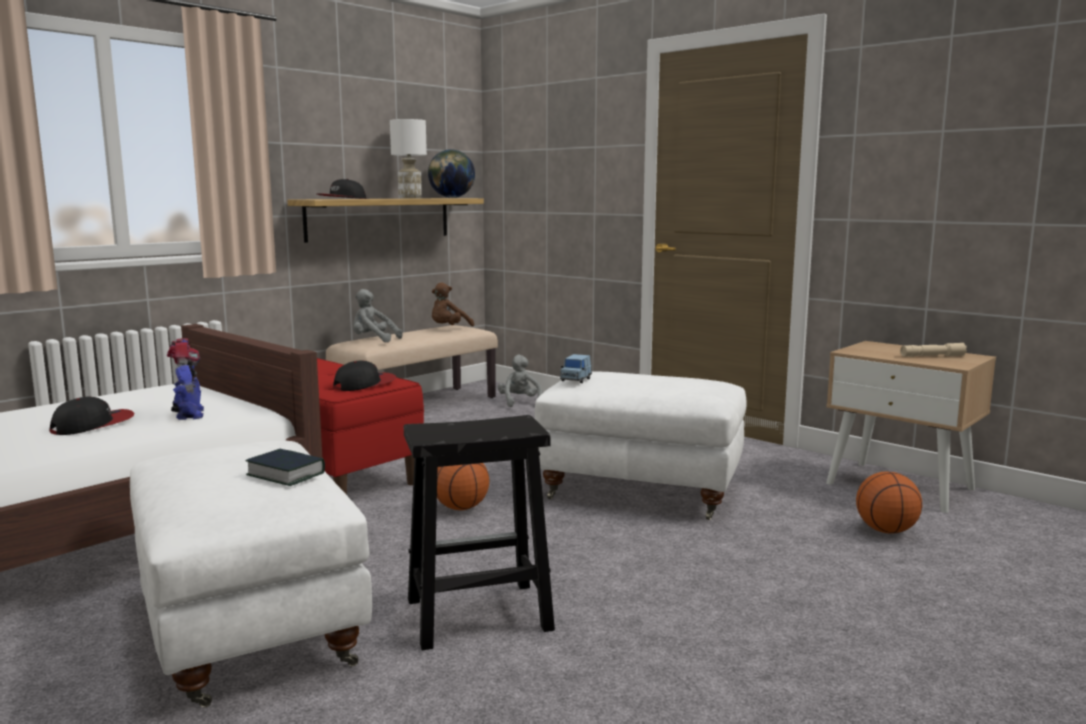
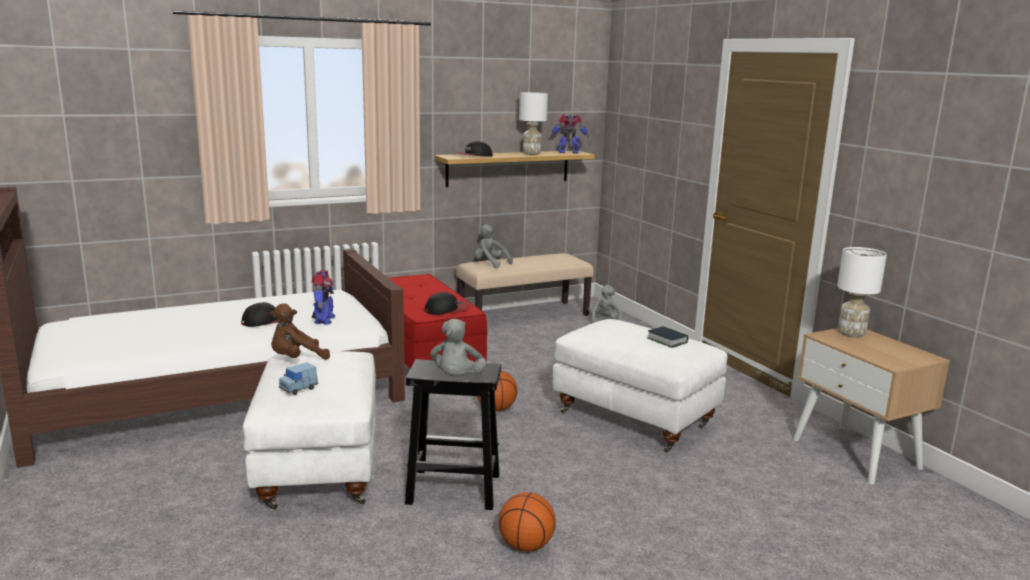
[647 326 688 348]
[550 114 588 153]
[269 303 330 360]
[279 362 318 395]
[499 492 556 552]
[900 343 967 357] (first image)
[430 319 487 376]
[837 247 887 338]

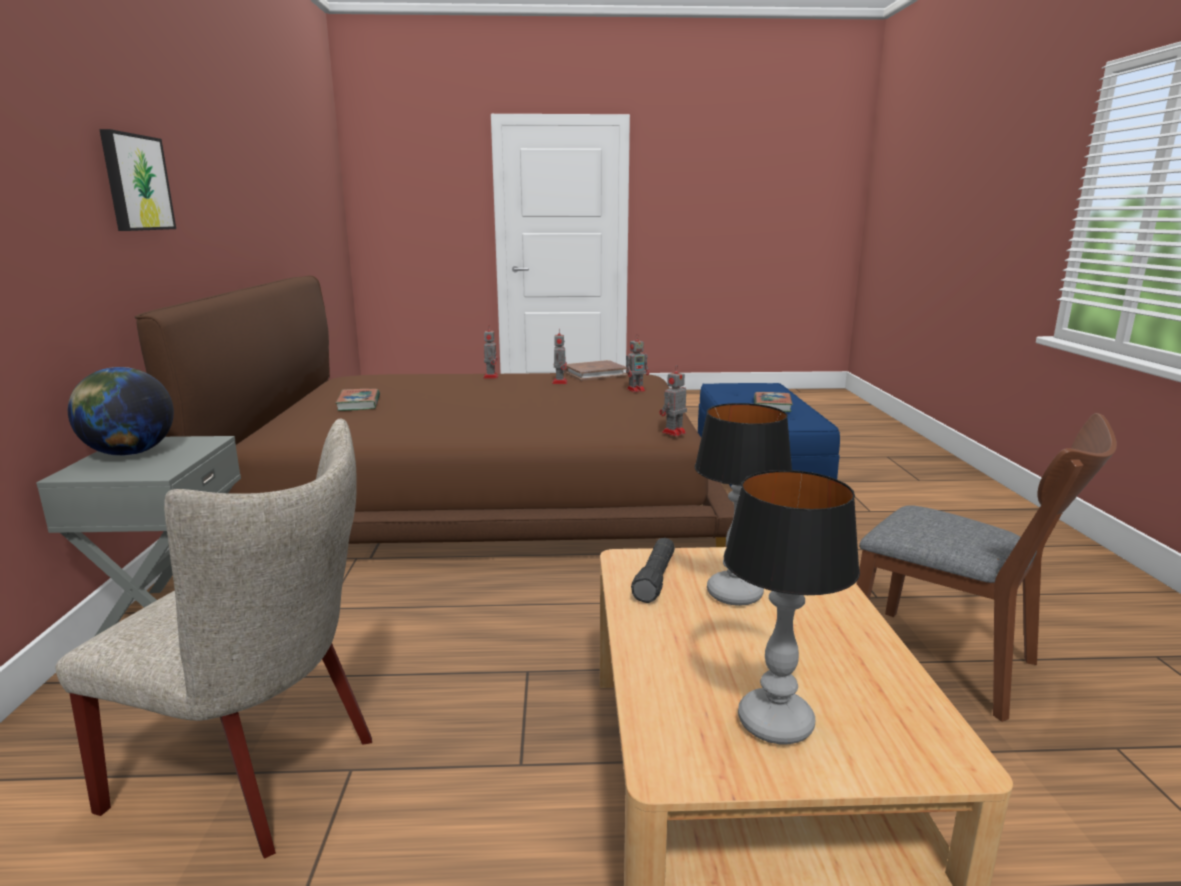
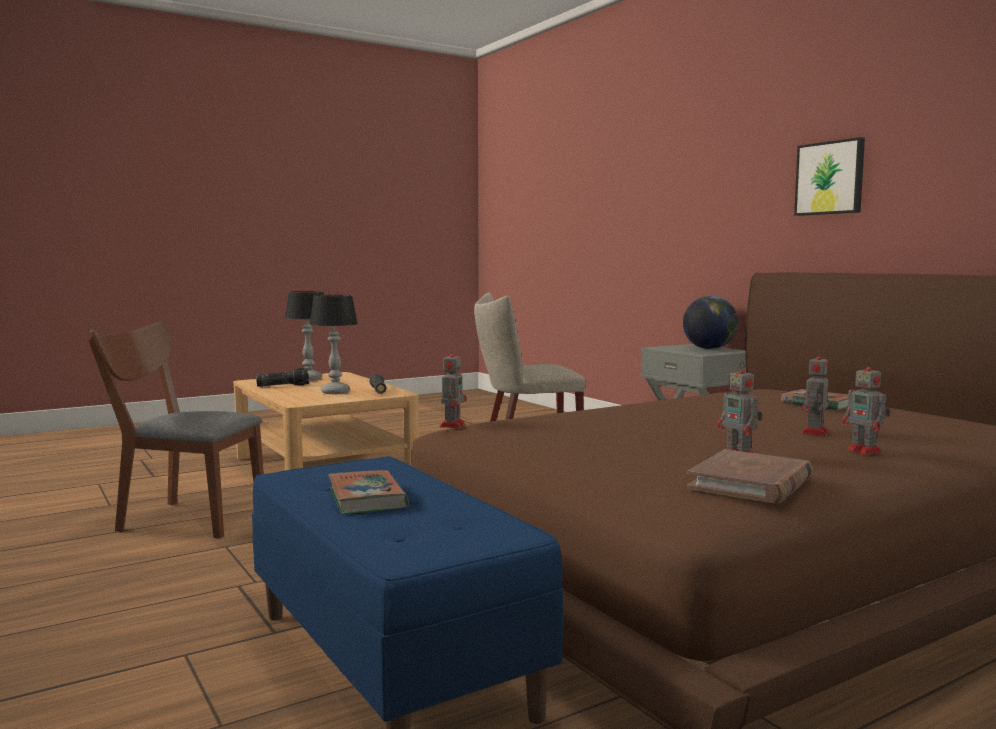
[801 349 829 436]
[256 368 309 387]

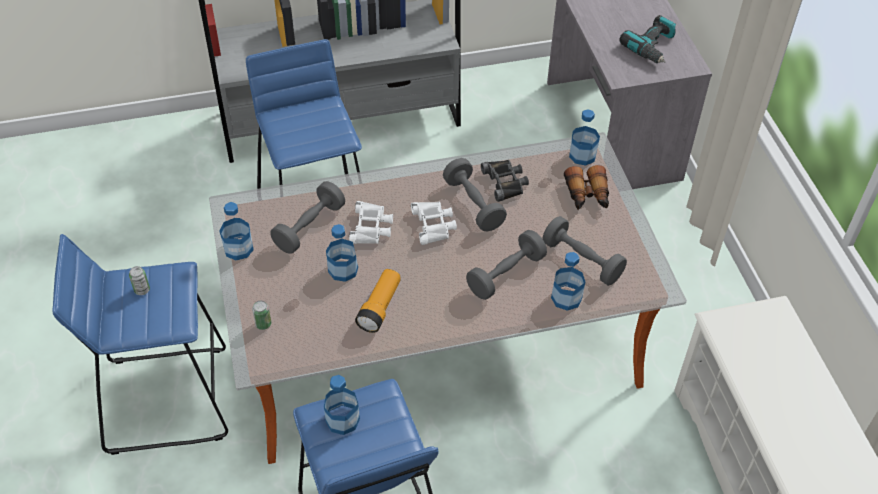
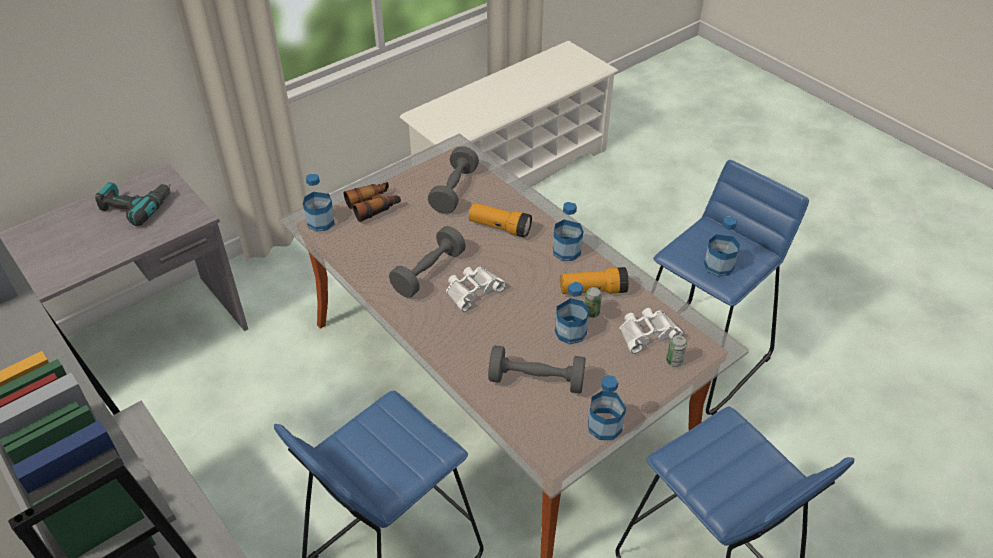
[585 287 602 318]
[619 308 683 353]
[469 203 532 238]
[481 160 529 202] (first image)
[553 202 583 261]

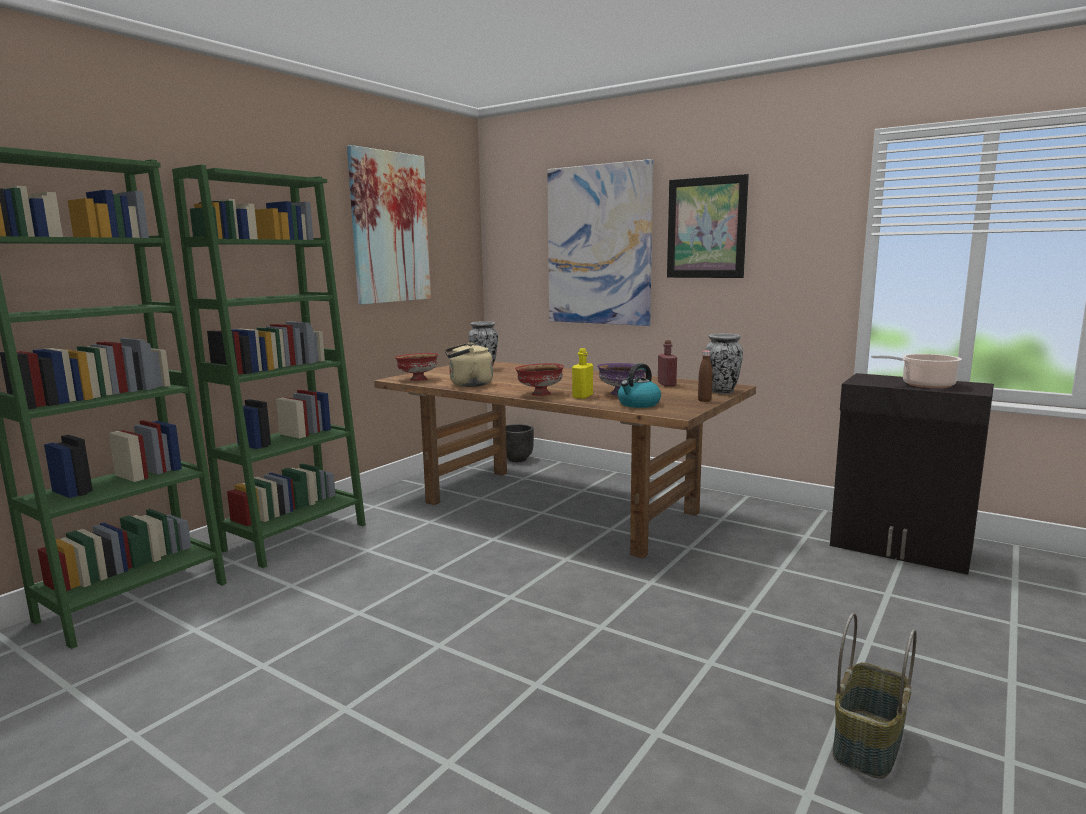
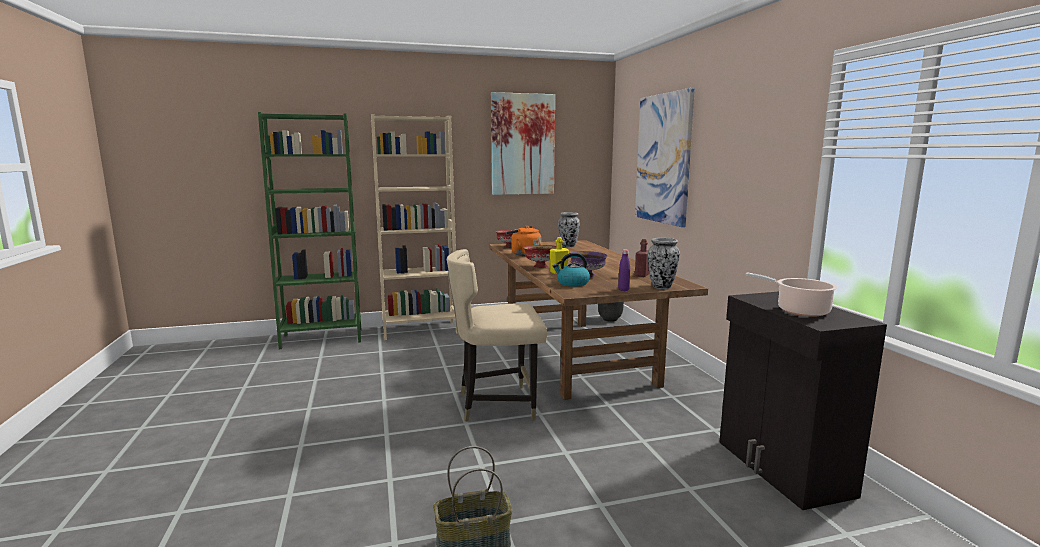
[371 114 458 340]
[506 226 541 256]
[667 174 749 278] (first image)
[618 249 630 291]
[447 249 547 422]

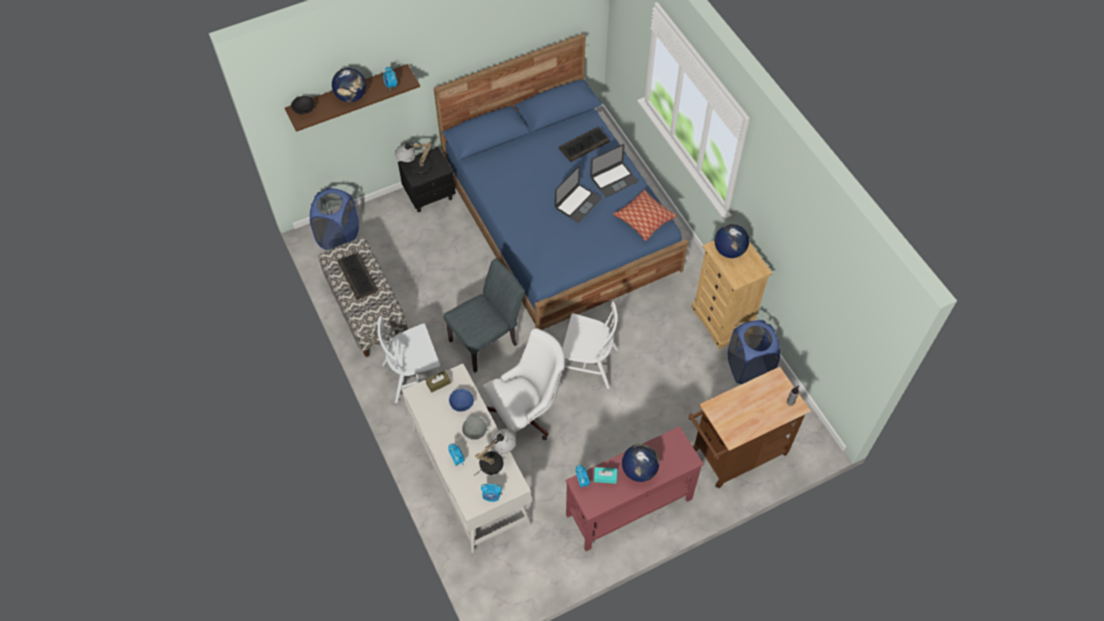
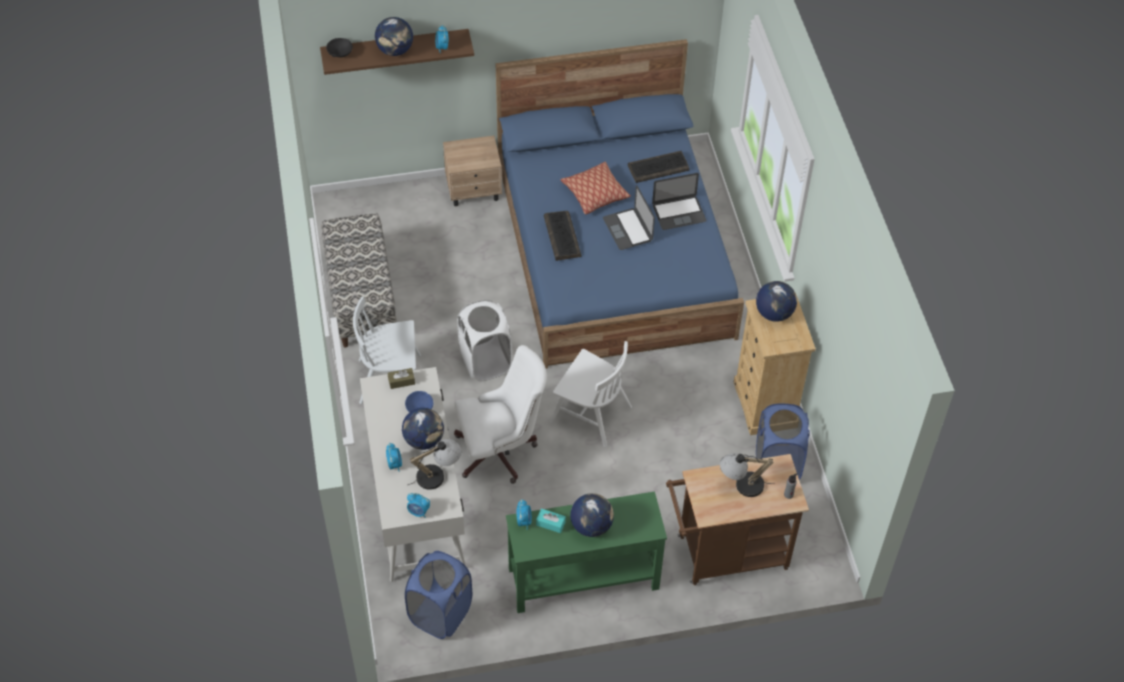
[405 551 472 639]
[544 211 582 261]
[720 453 775 497]
[443 136 502 206]
[457 299 512 381]
[402 408 444 450]
[603 185 655 250]
[506 491 667 613]
[560 162 631 214]

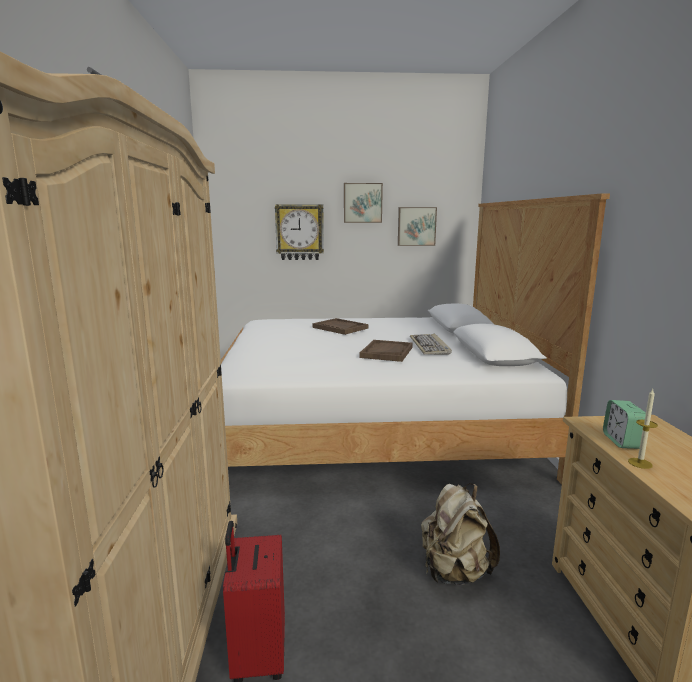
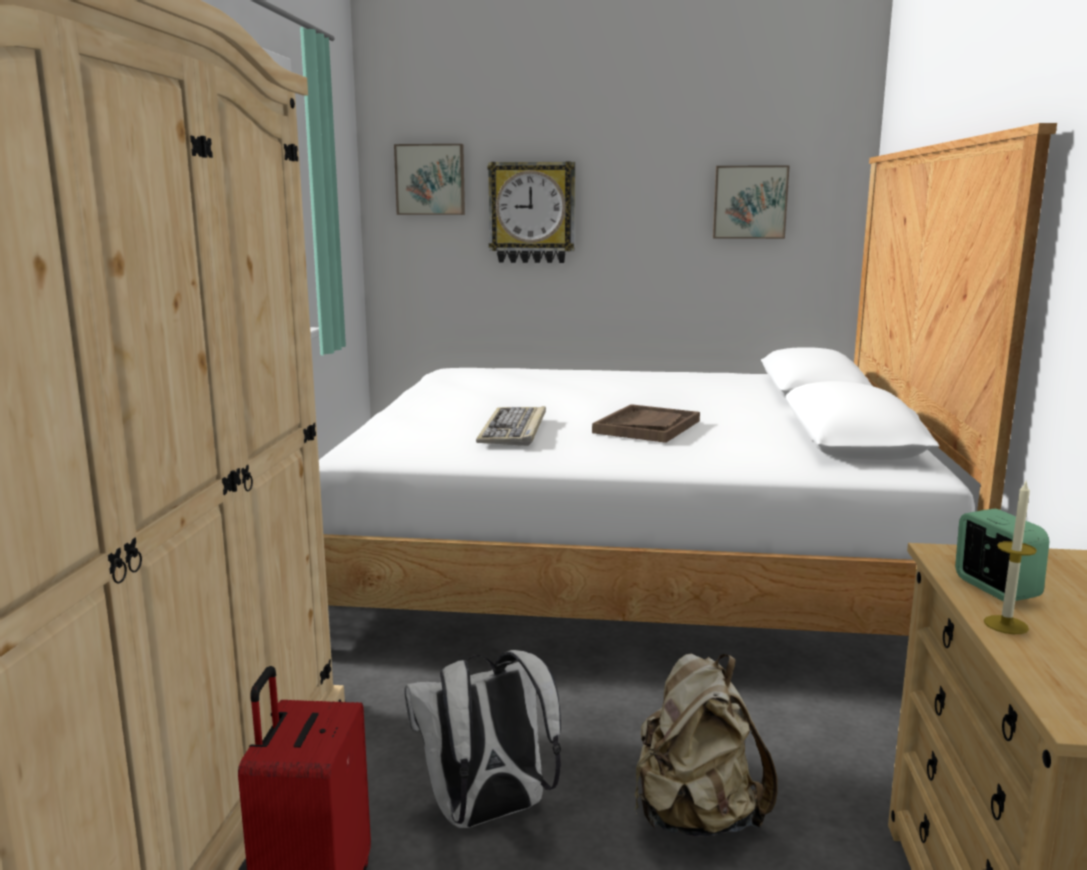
[312 318 368 335] (first image)
[394 144 465 215]
[476 406 546 446]
[955 509 1049 601]
[404 650 561 828]

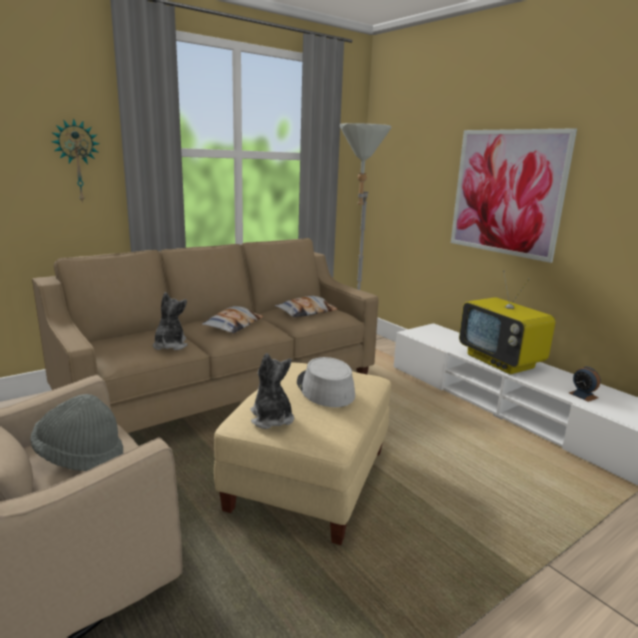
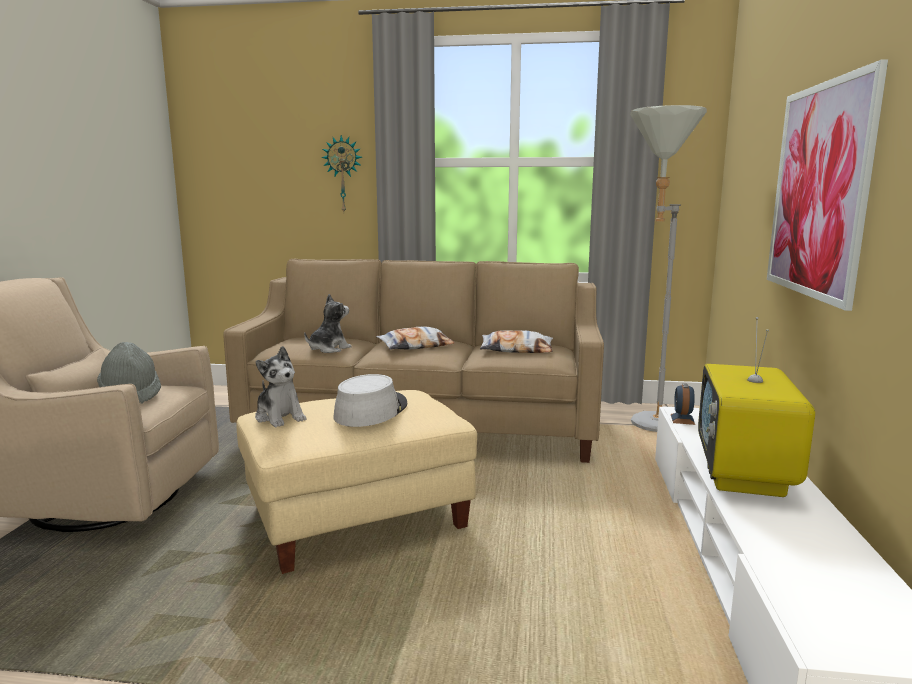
[255 346 307 427]
[671 383 695 425]

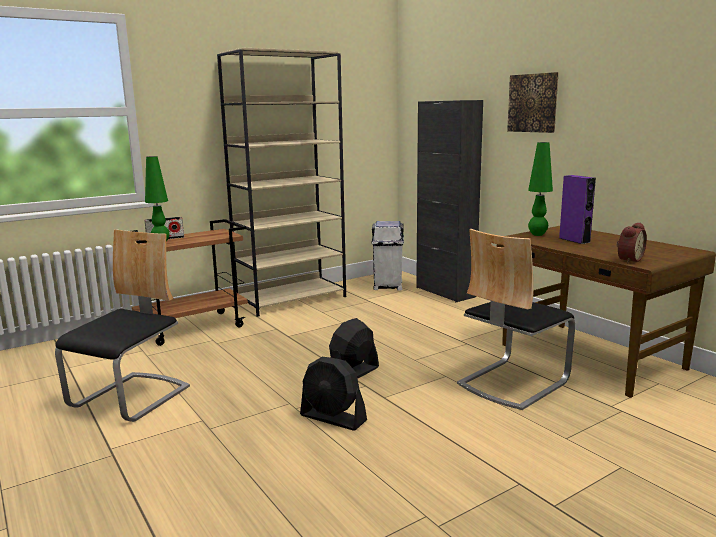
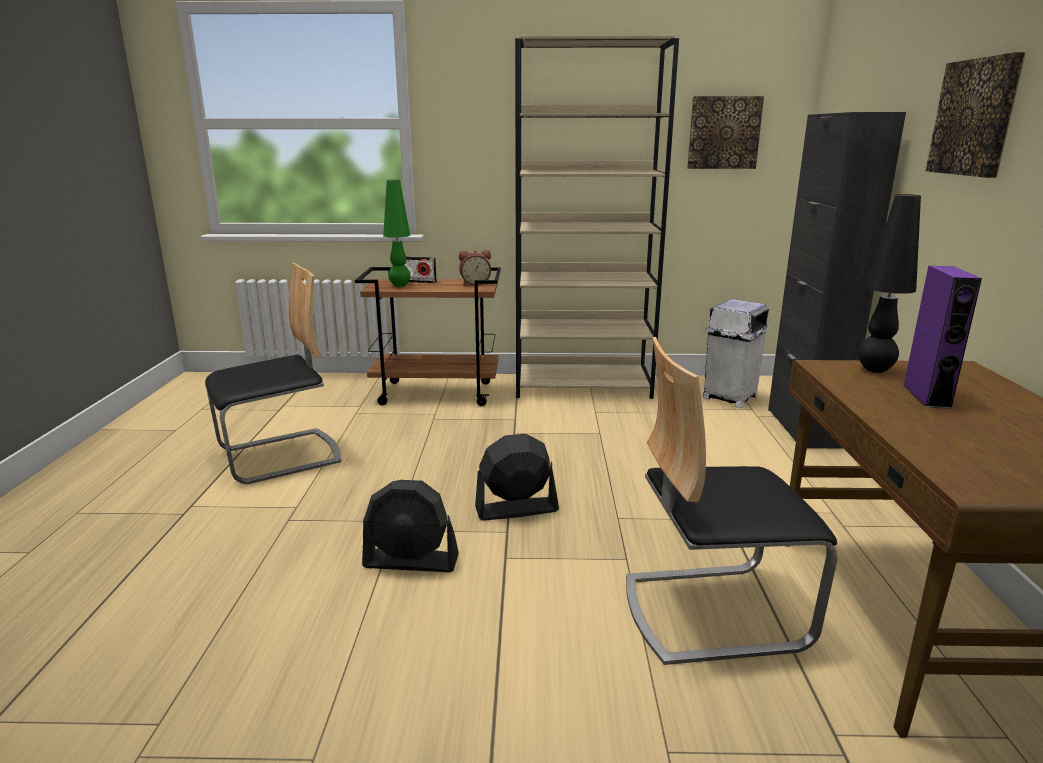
[362 480 459 572]
[858 194 921 373]
[459 250 491 286]
[687 96 764 169]

